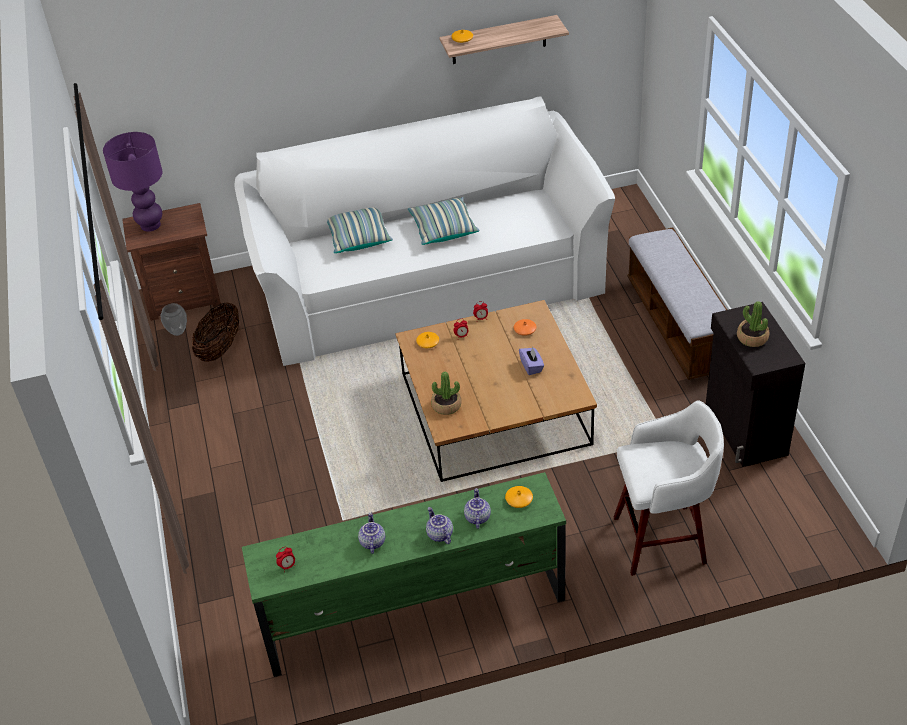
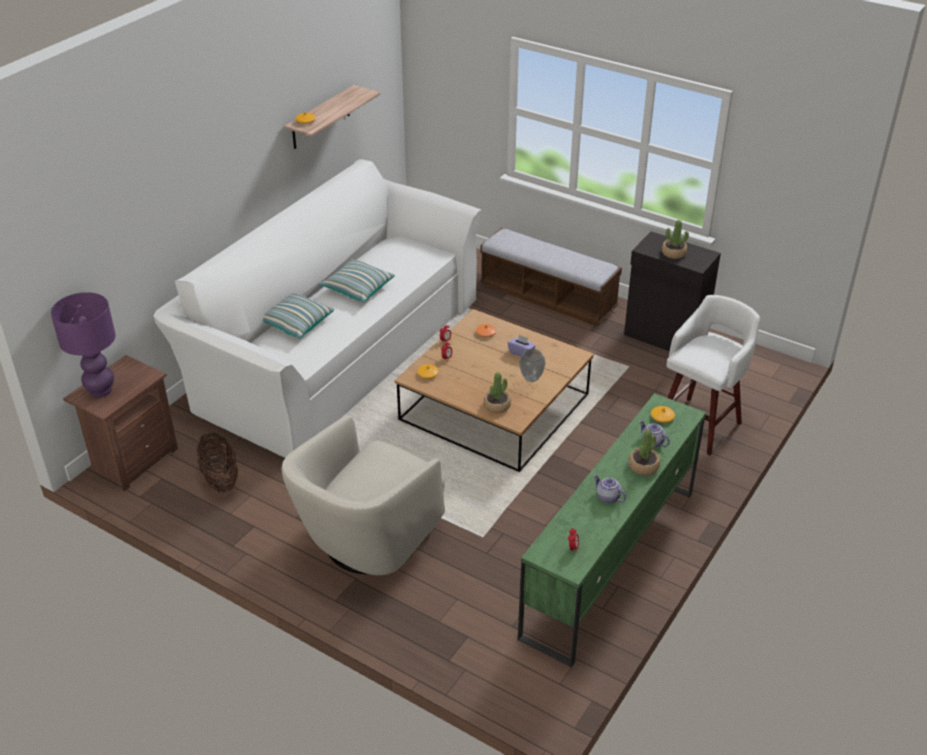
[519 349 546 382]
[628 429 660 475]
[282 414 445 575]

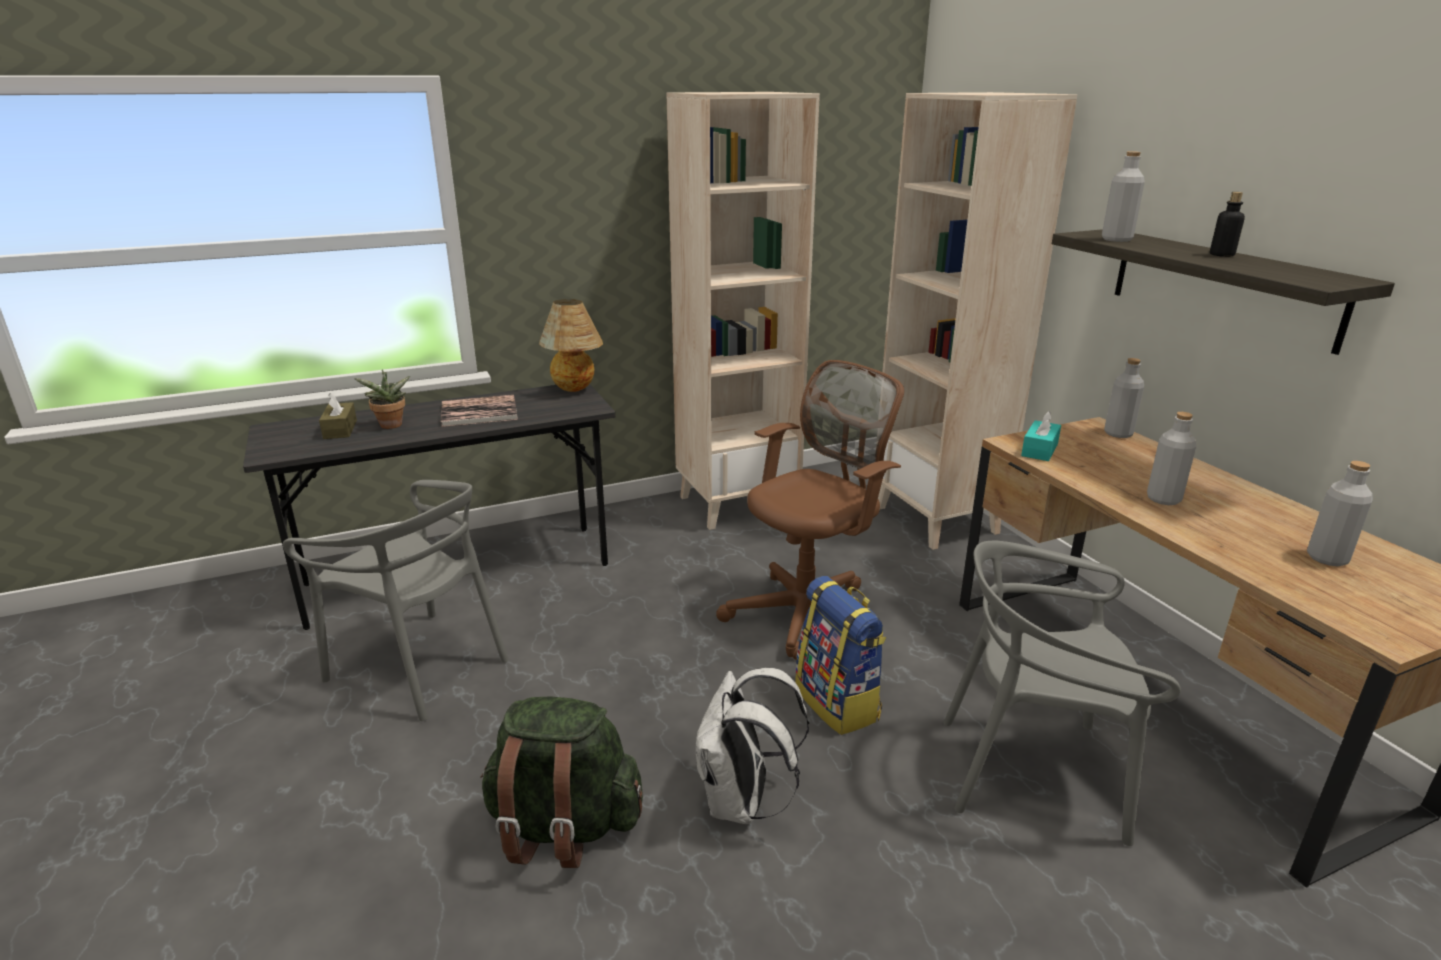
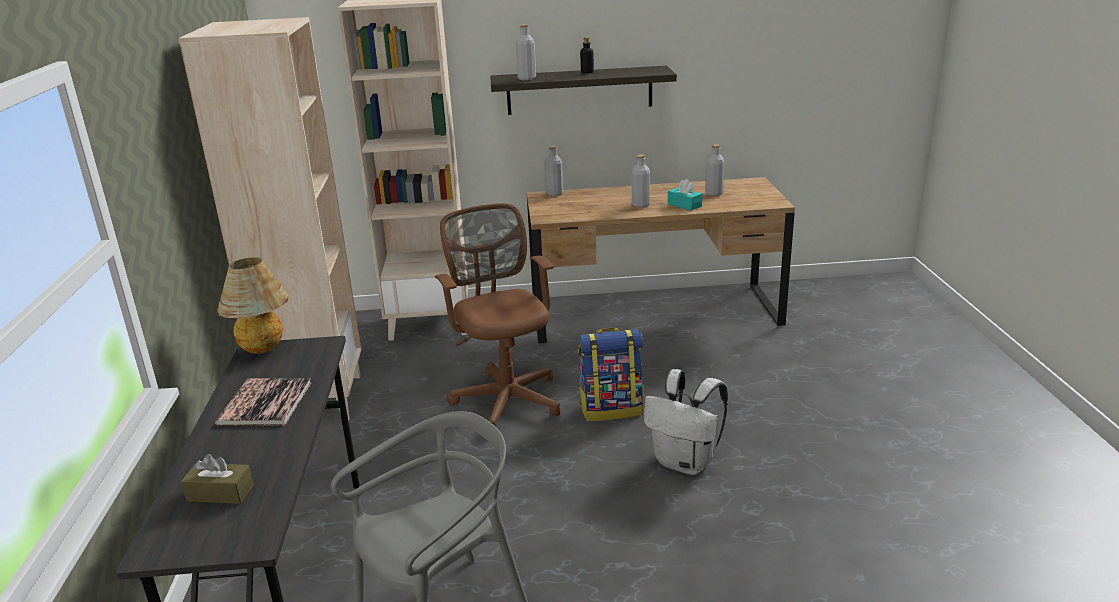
[354 369 410 429] (first image)
[480 696 643 868] (first image)
[944 541 1181 846] (first image)
[668 179 702 211]

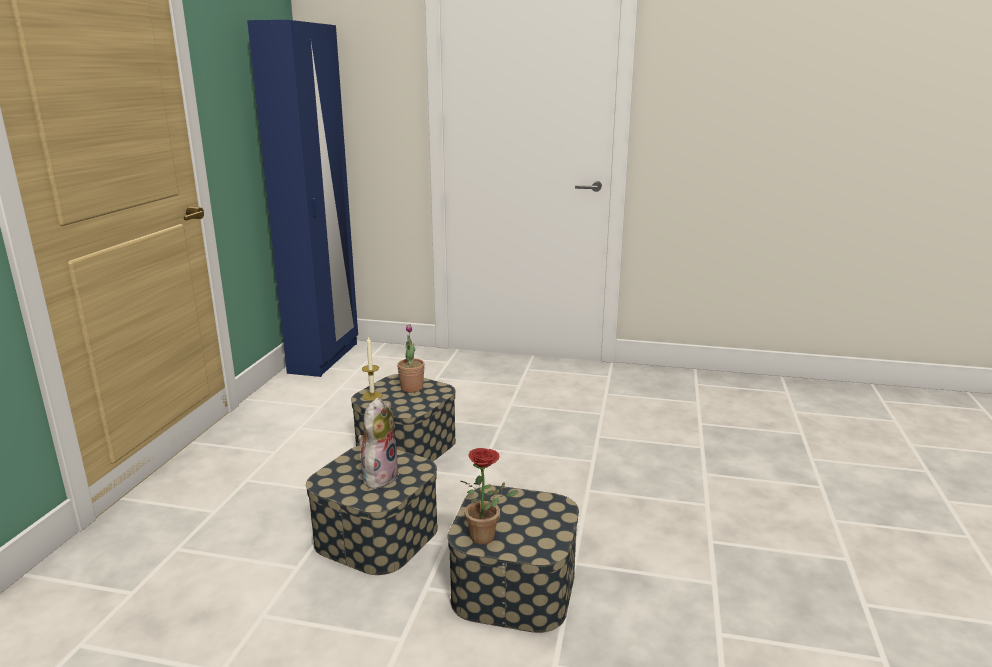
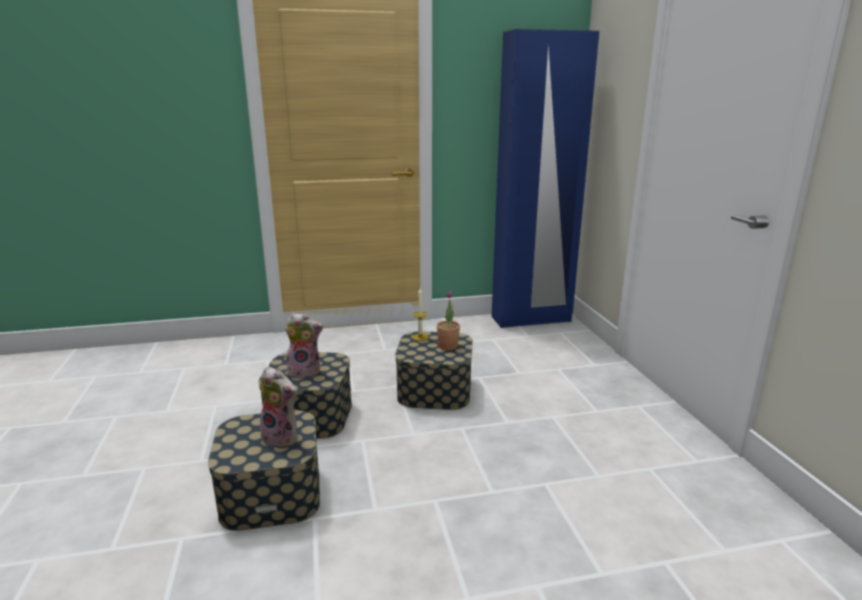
[461 448 519 545] (first image)
[260 366 298 449]

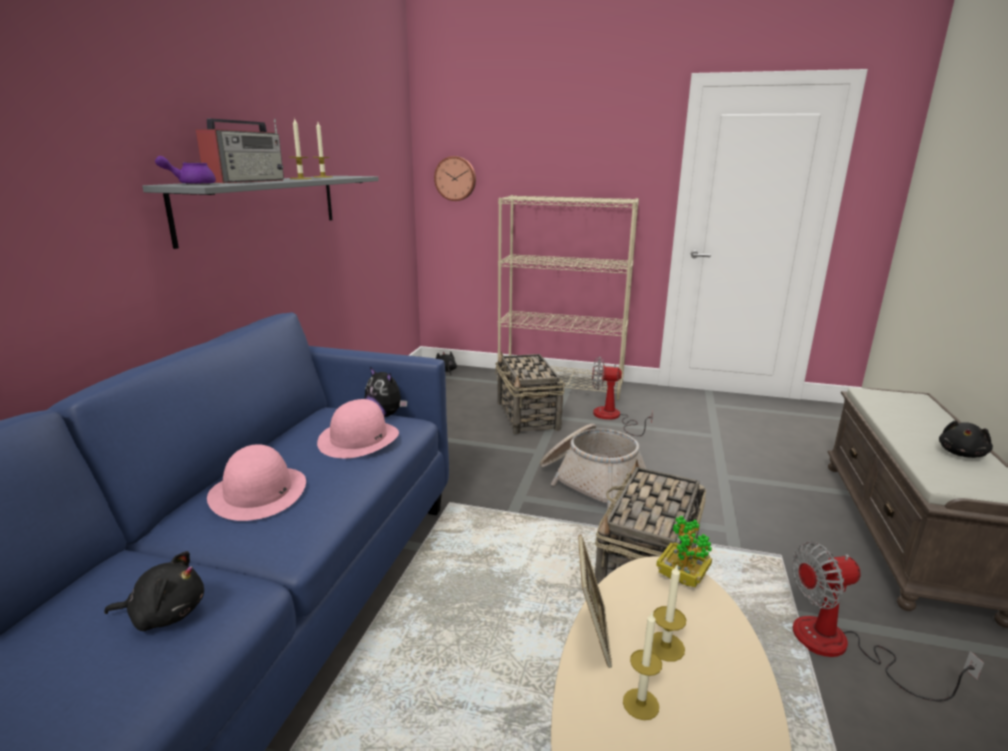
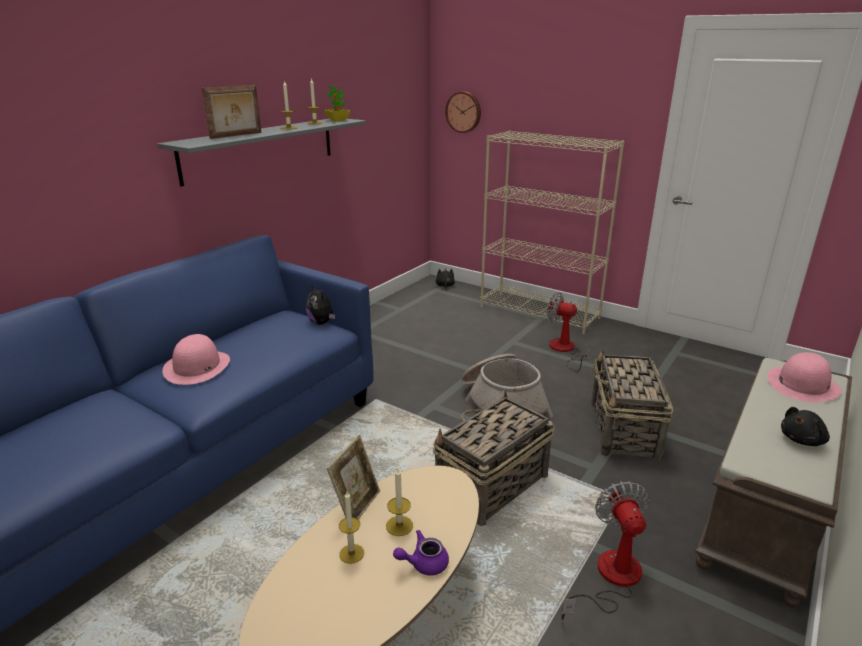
[104 551 204 631] (first image)
[393 530 449 576]
[202 85 262 139]
[768 352 842 402]
[591 349 674 460]
[324 85 350 122]
[561 481 649 620]

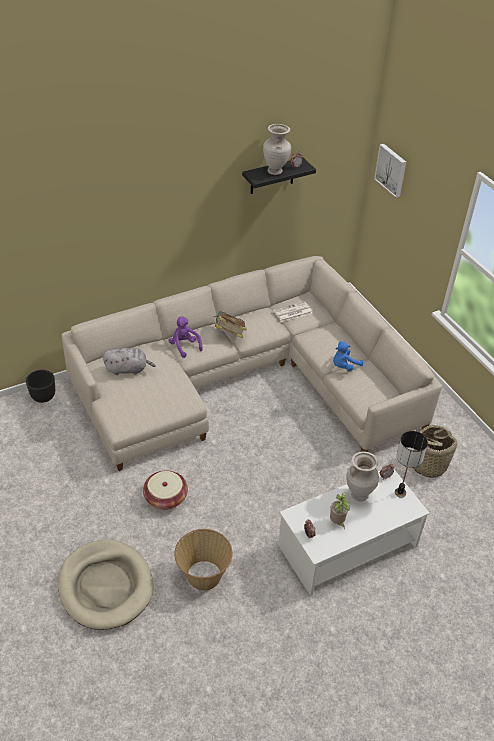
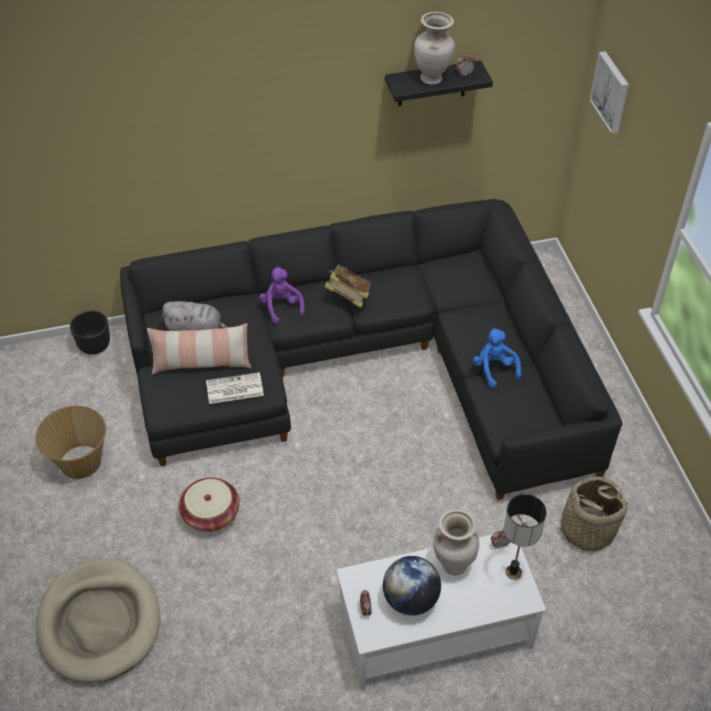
[120 199 622 500]
[35 406 106 479]
[206 372 264 404]
[383 556 441 616]
[473 328 521 388]
[147 323 251 374]

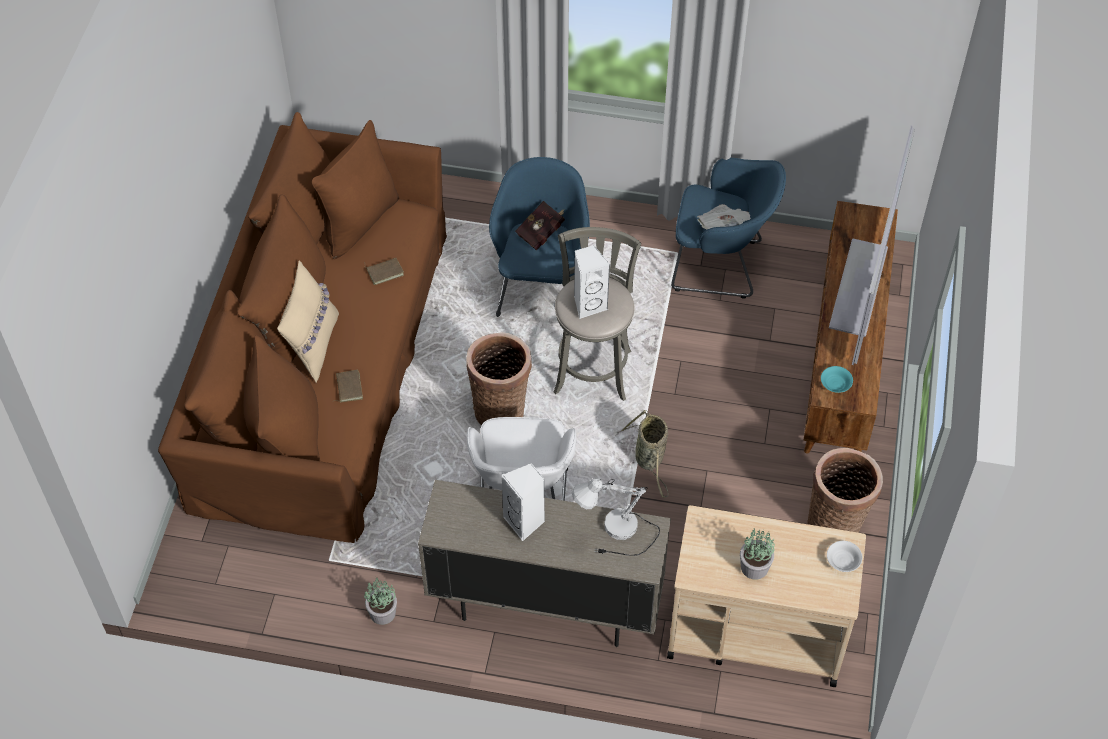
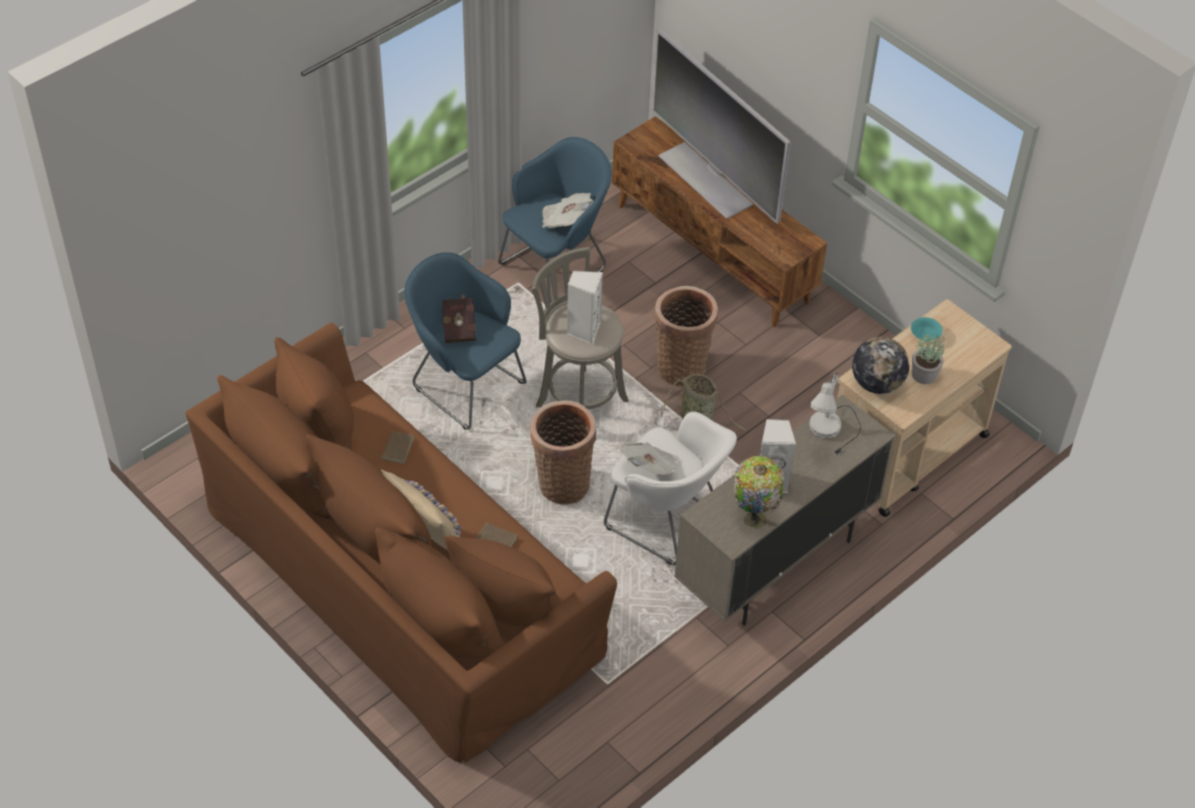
[364 578 397 625] (first image)
[655 286 718 387]
[911 317 943 341]
[827 541 863 572] (first image)
[620 442 679 475]
[734 456 784 529]
[852 337 909 394]

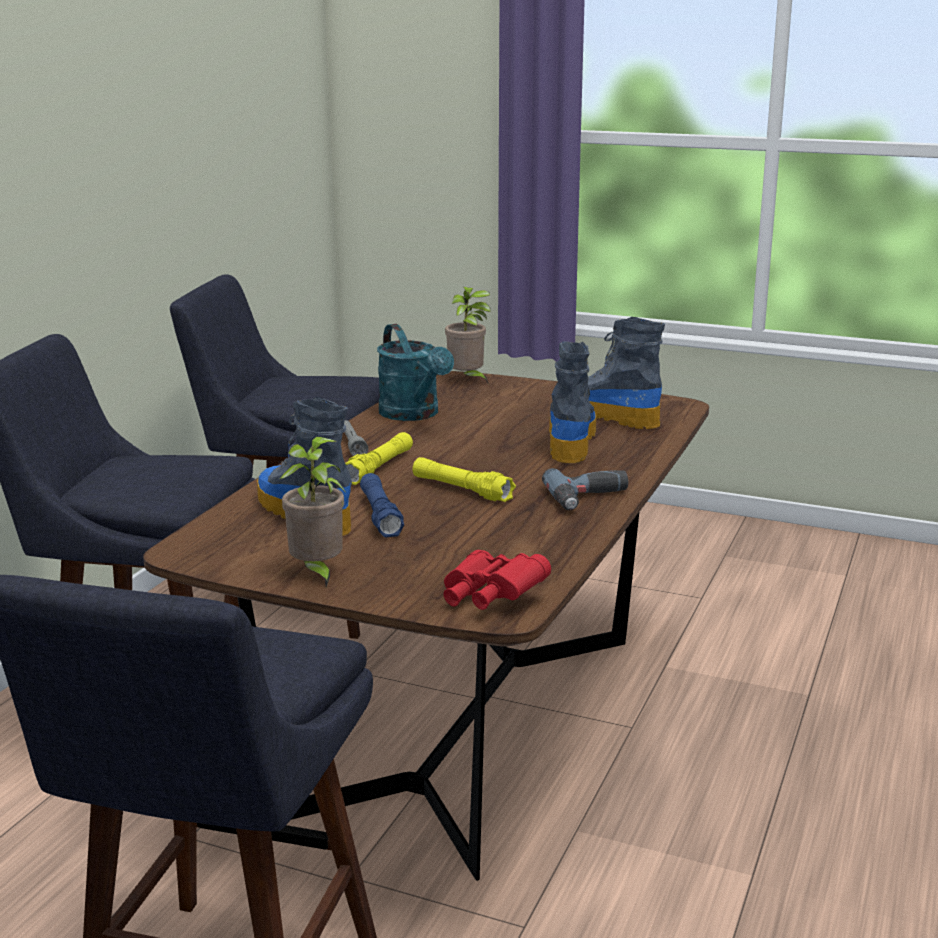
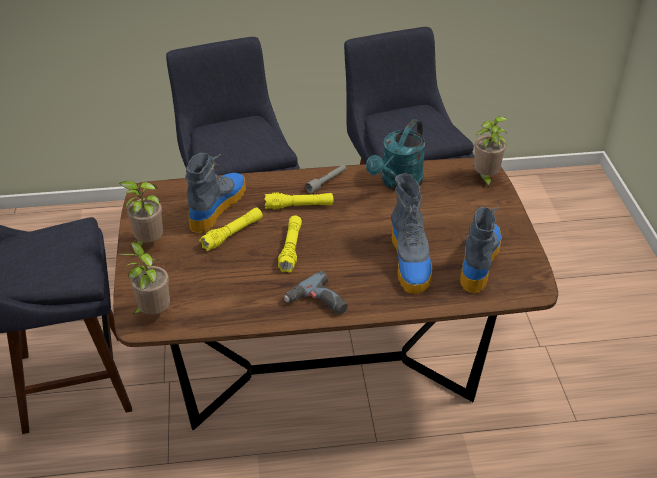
[199 207 263 251]
[120 242 170 314]
[392 173 432 294]

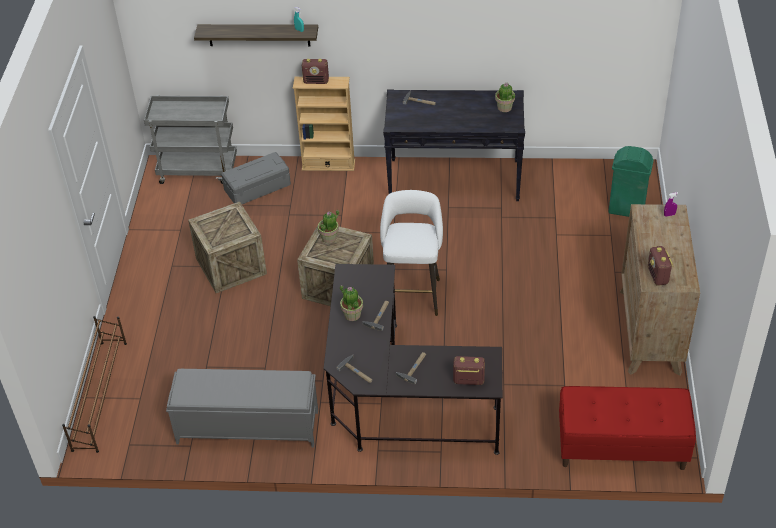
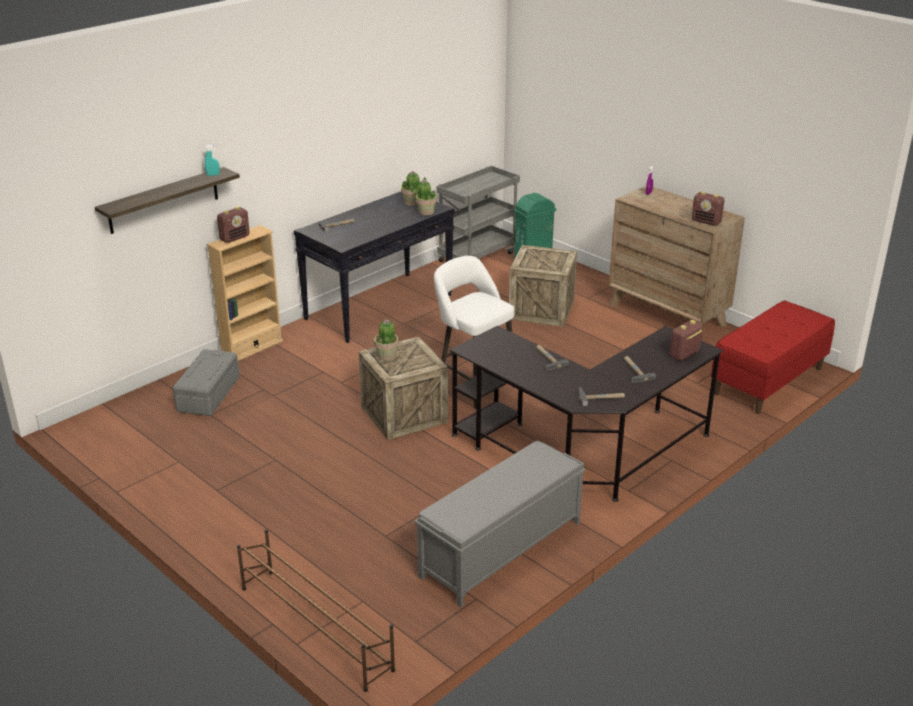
[437 166 520 262]
[509 245 577 327]
[410 180 437 215]

